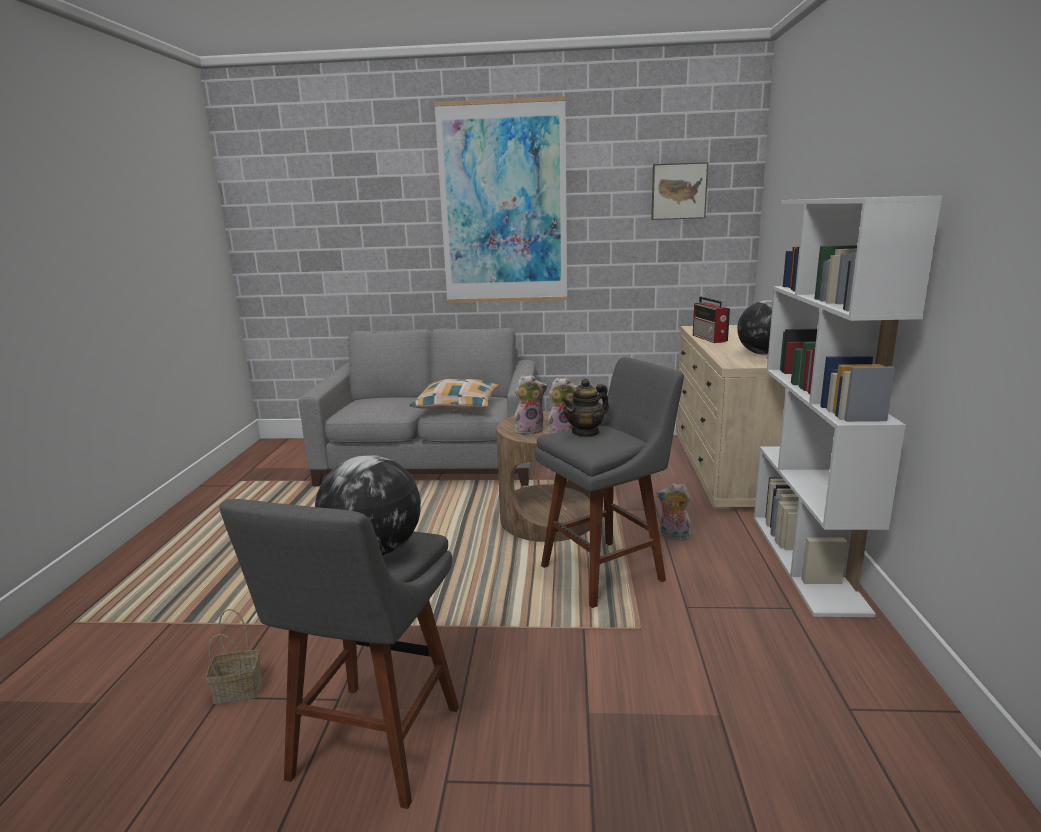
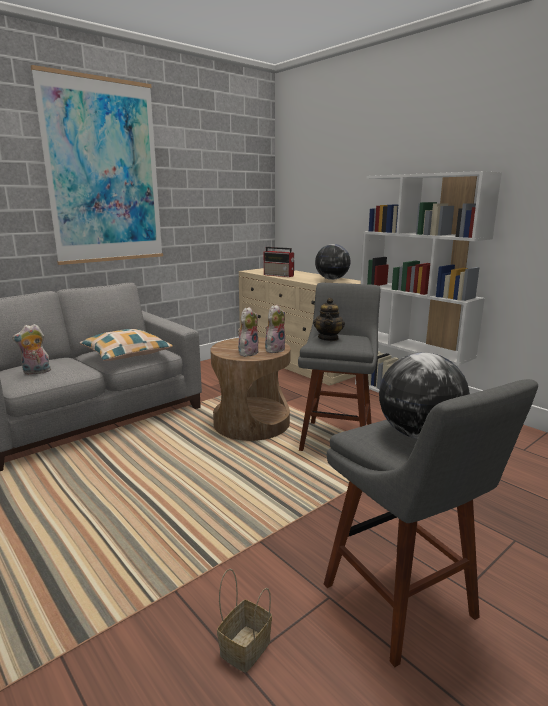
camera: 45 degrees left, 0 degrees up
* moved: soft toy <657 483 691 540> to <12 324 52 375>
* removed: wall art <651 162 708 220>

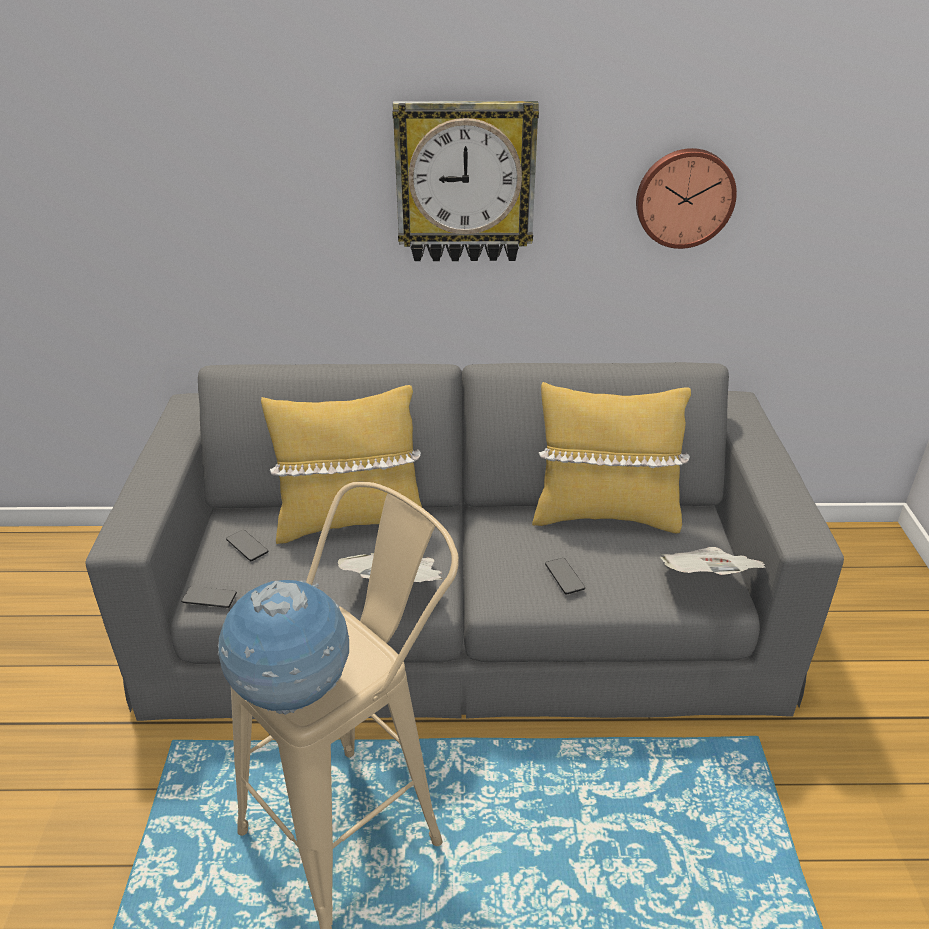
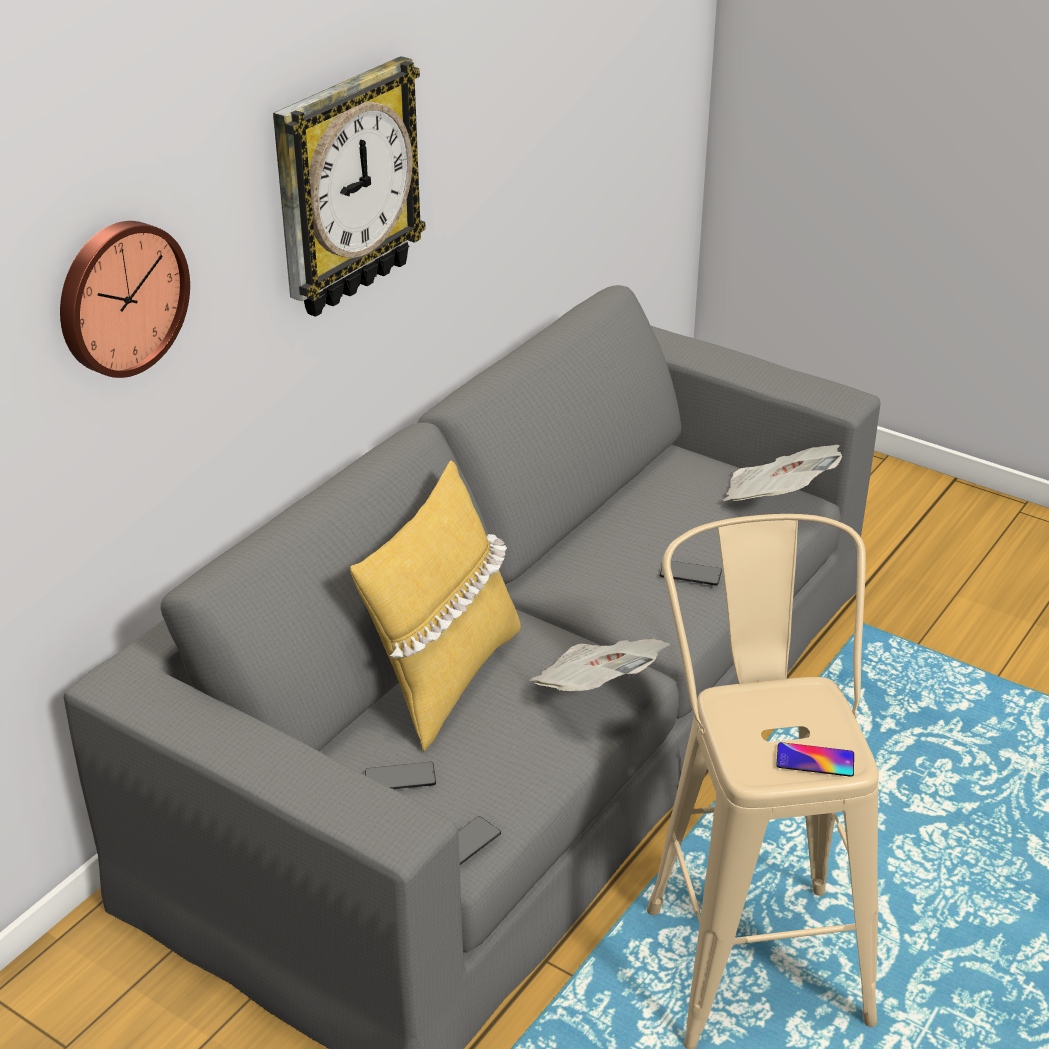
camera: 55 degrees left, 0 degrees up
* moved: clock on the wall <636 148 737 249> to <60 221 190 378>
* replaced: globe <218 580 349 715> to telephone <776 742 854 777>
* removed: throw pillow/yellowish <532 382 691 533>

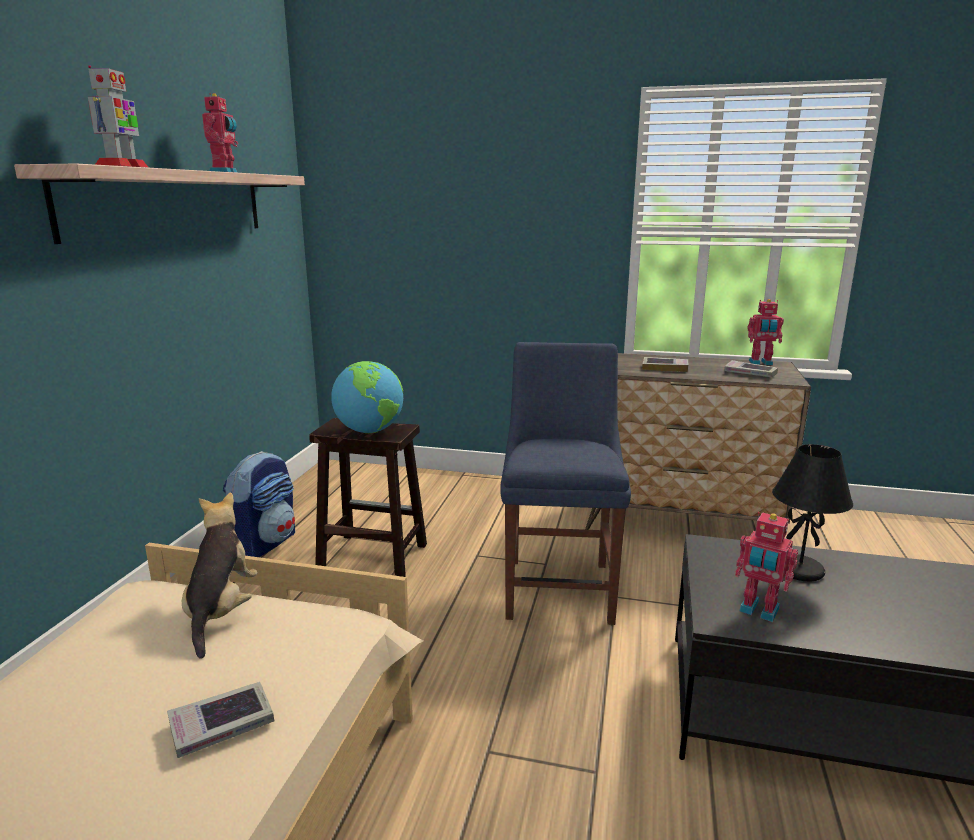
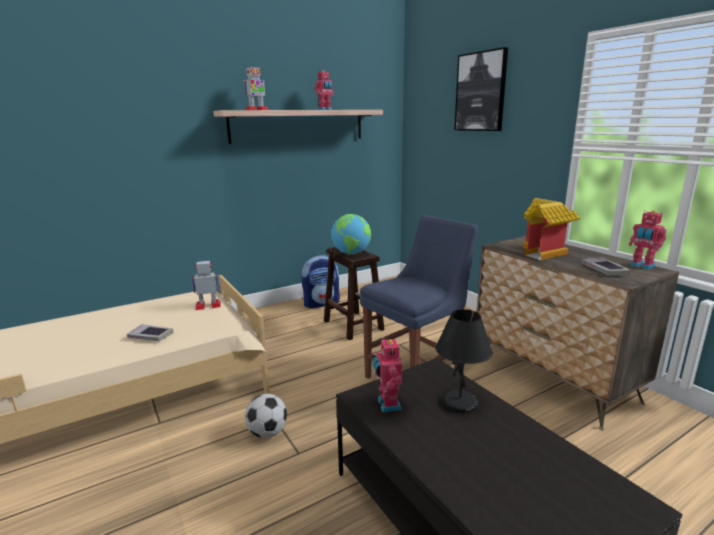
camera: 45 degrees right, 0 degrees up
* replaced: soft toy <182 492 257 659> to model robot <191 261 221 310>
* added: football ball <245 394 287 438>
* added: wall art <454 47 508 131>
* replaced: bound book <642 357 688 372> to model house <523 198 580 260>

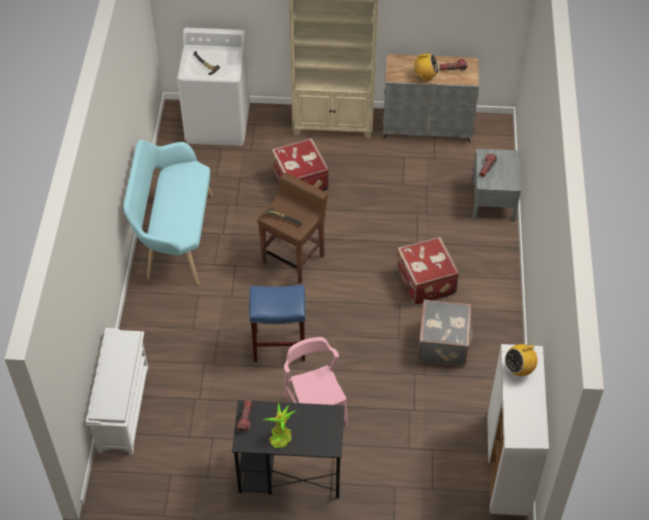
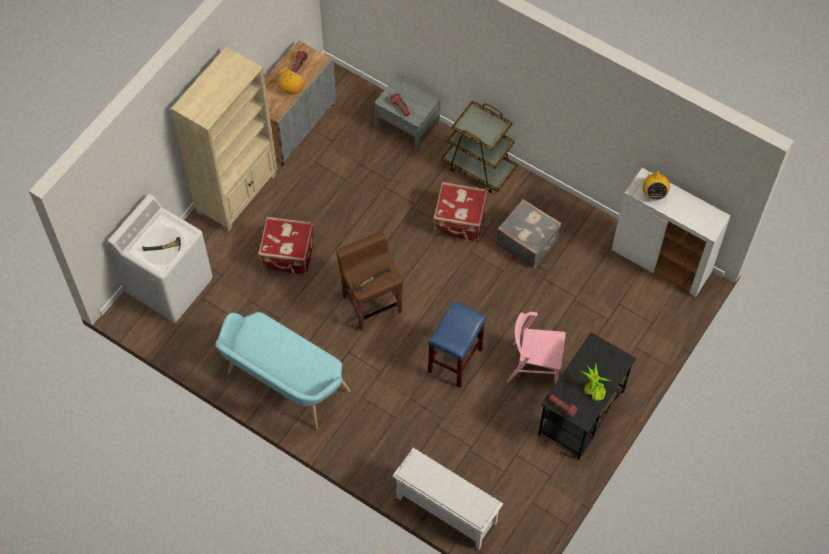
camera: 60 degrees left, 10 degrees up
* added: cart/brownish <441 100 518 193>

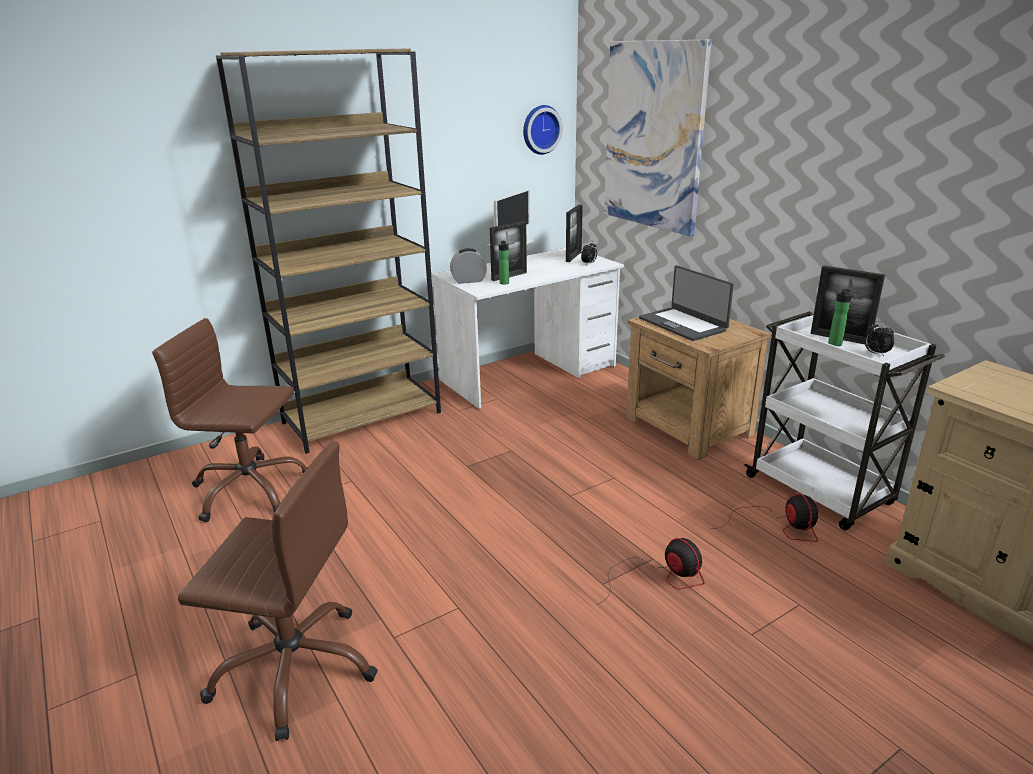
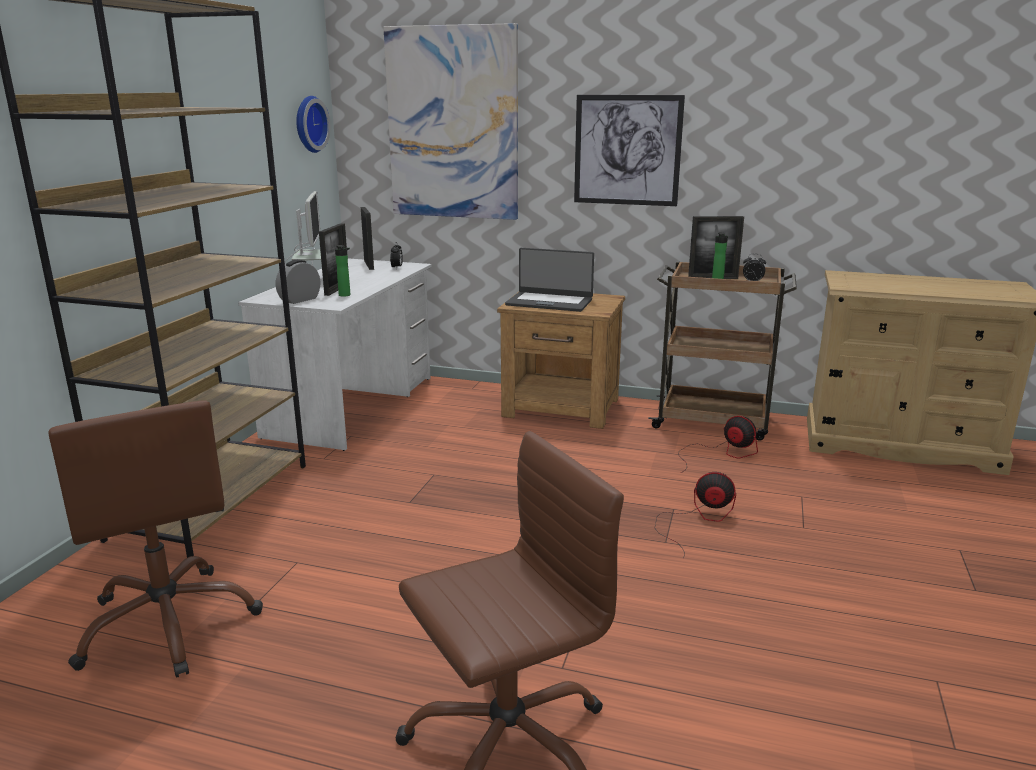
camera: 40 degrees left, 5 degrees down
* turned: desk chair/brownish <152 318 308 522> = <48 400 263 678> 90 degrees counterclockwise
* added: wall art <574 95 685 206>
* recoloured: cart/whitish <744 311 945 531> to cart/brownish <648 261 797 441>

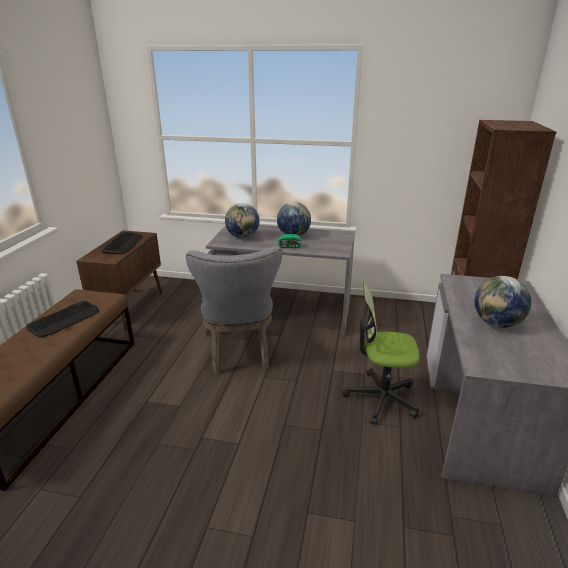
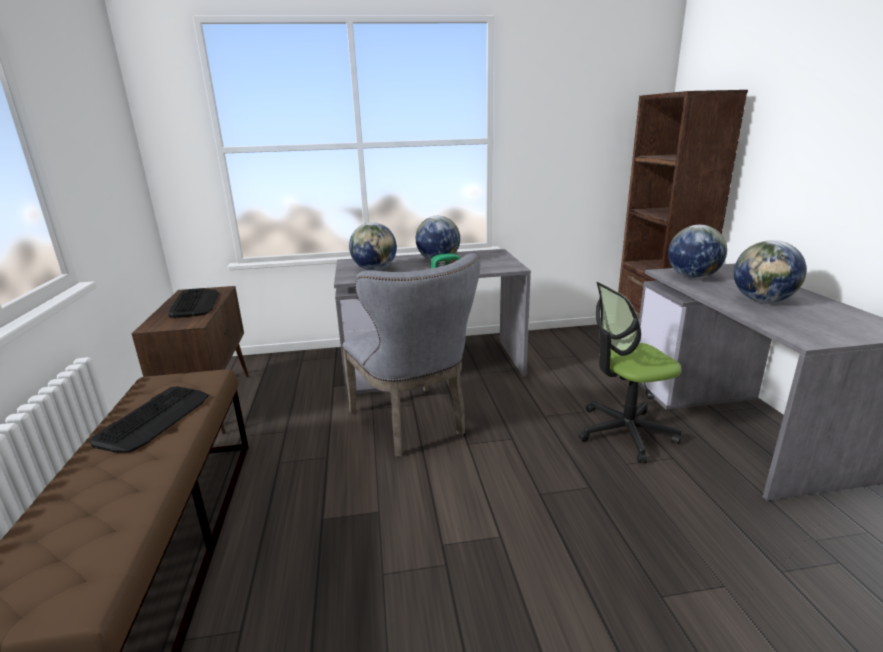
camera: 20 degrees left, 5 degrees down
* added: globe <668 225 727 279>

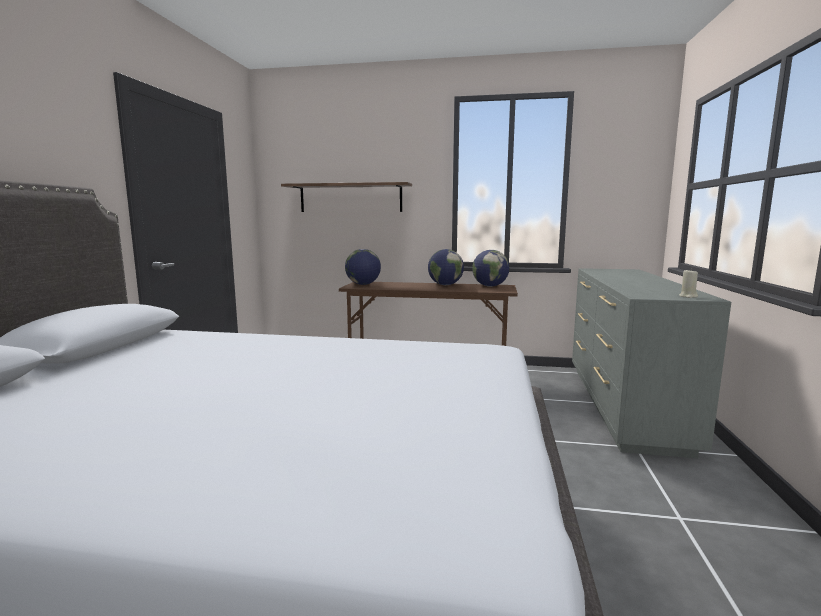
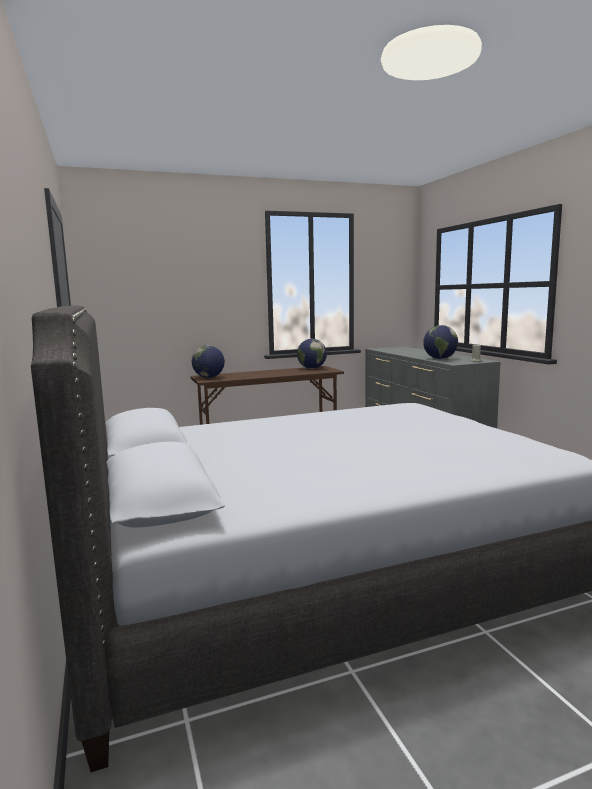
camera: 30 degrees left, 0 degrees up
* moved: globe <428 249 464 285> to <423 325 458 359>
* removed: shelf <281 182 412 212>

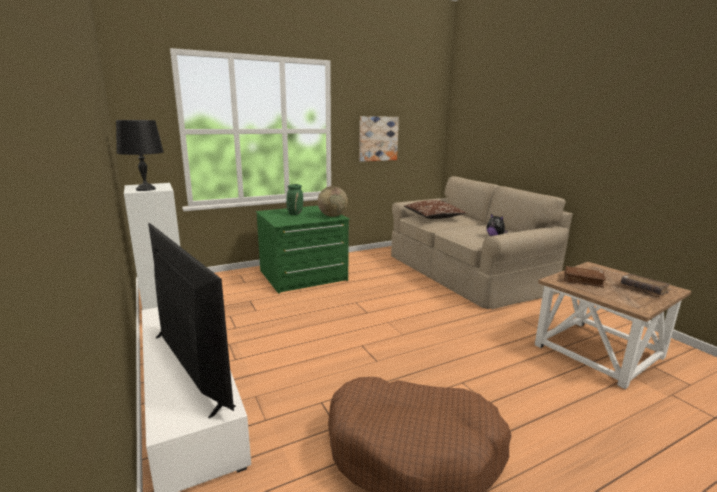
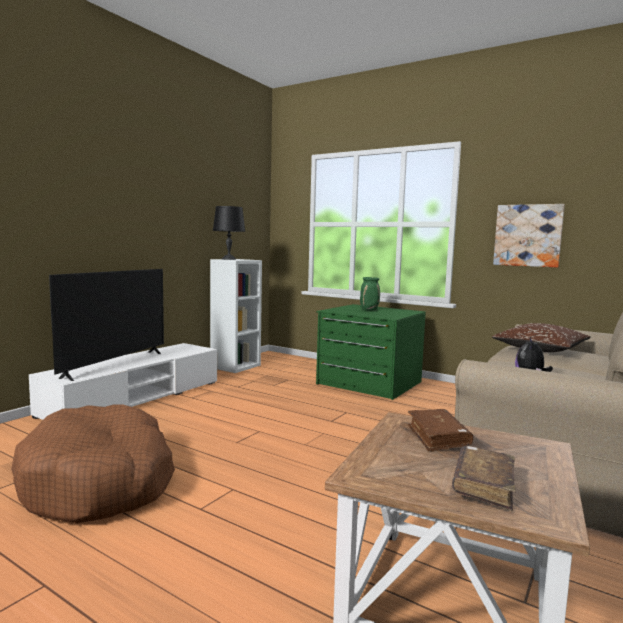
camera: 60 degrees right, 10 degrees down
* removed: globe <318 186 348 217>

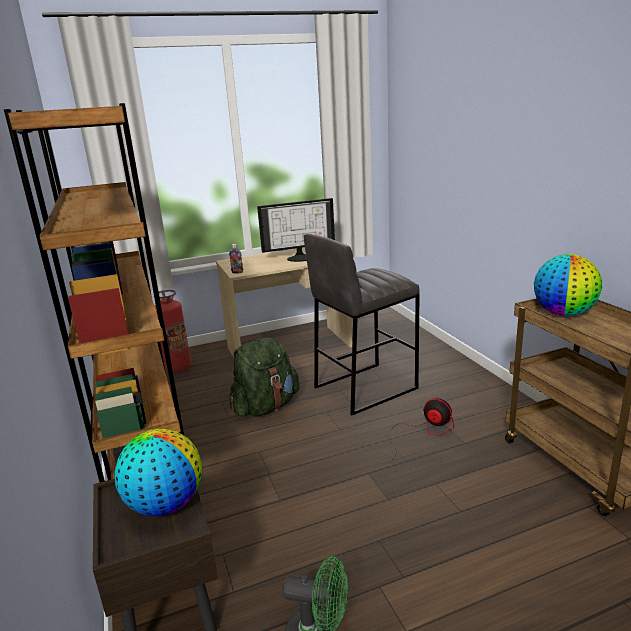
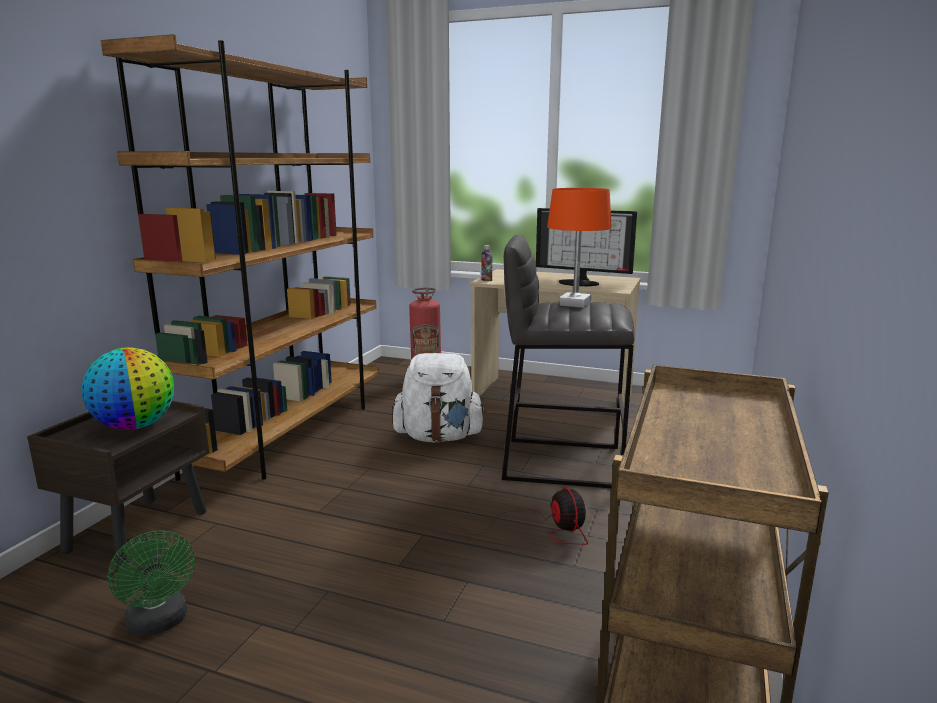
camera: 40 degrees right, 5 degrees down
* recoloured: knapsack/greenish <229 338 299 417> to knapsack/whitish <392 353 486 443>
* added: lamp for a table/orange-coloured <547 188 612 308>
* removed: globe <534 254 602 316>

